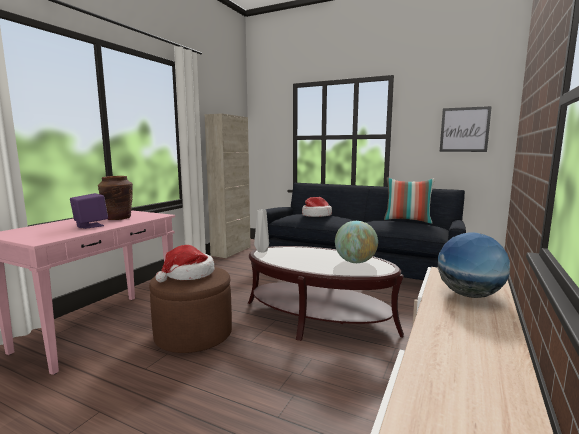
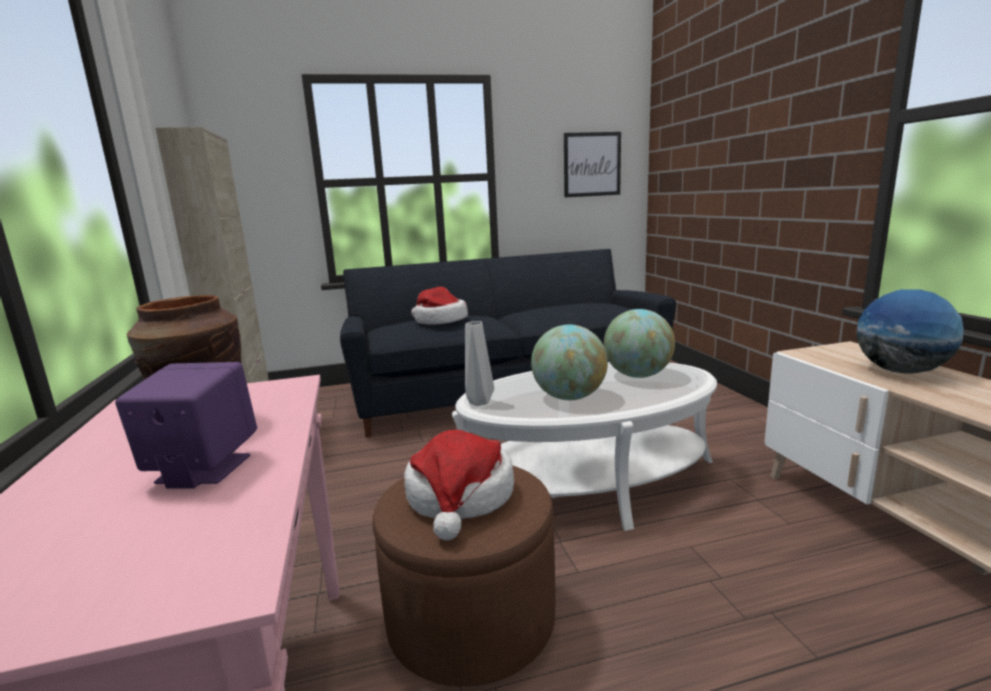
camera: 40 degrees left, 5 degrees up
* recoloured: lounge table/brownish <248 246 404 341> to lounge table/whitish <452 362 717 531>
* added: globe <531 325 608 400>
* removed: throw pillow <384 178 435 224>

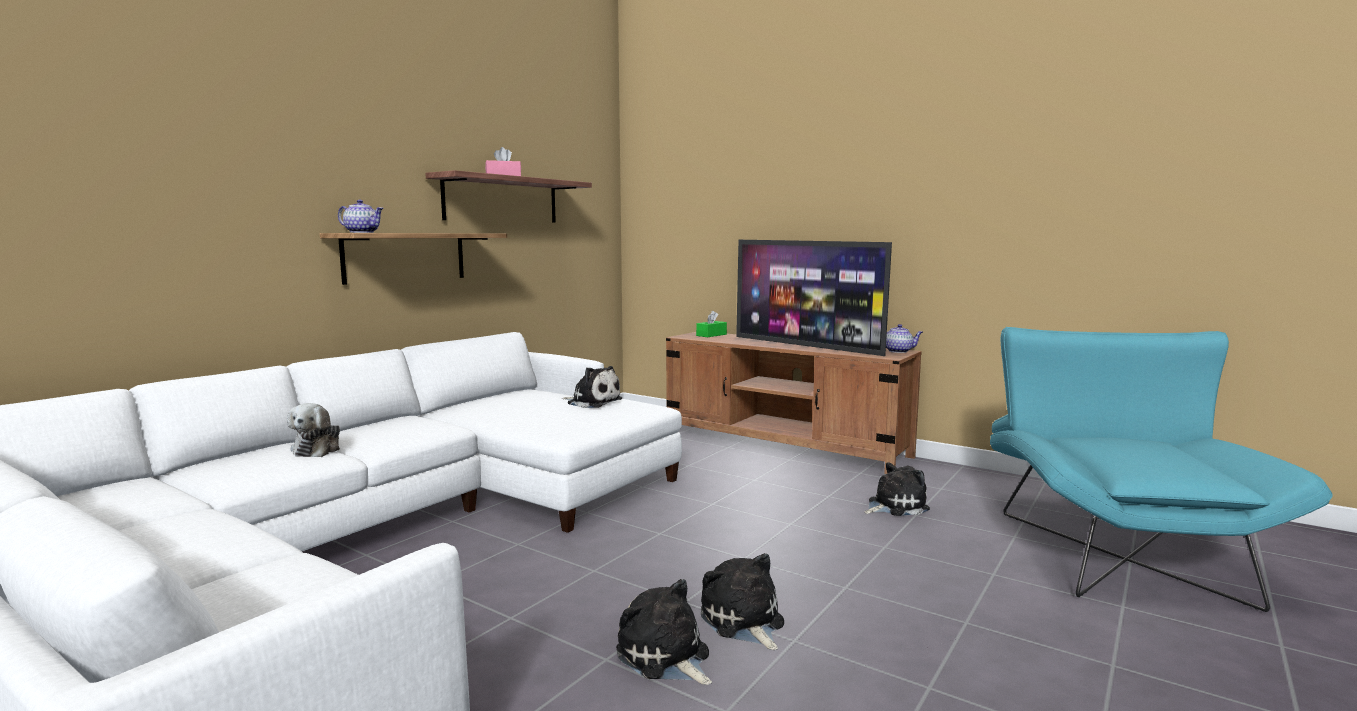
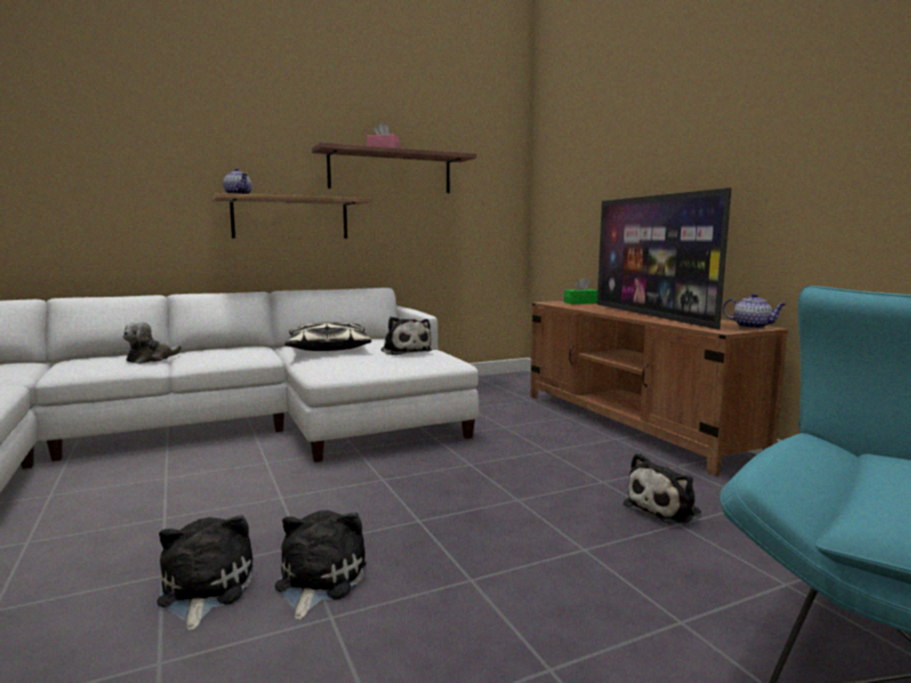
camera: 30 degrees right, 0 degrees up
* added: throw pillow <285 322 371 351>
* turned: soft toy <864 462 930 516> = <623 453 701 524> 135 degrees clockwise

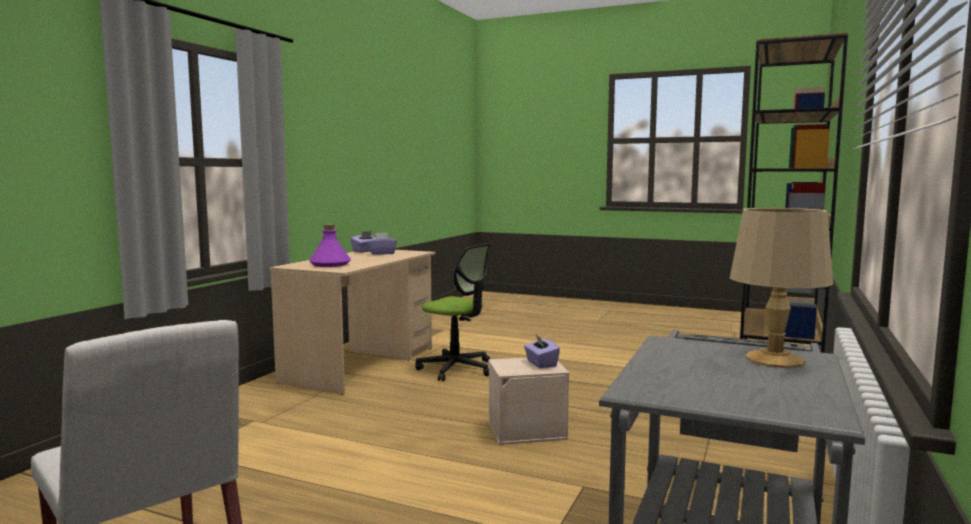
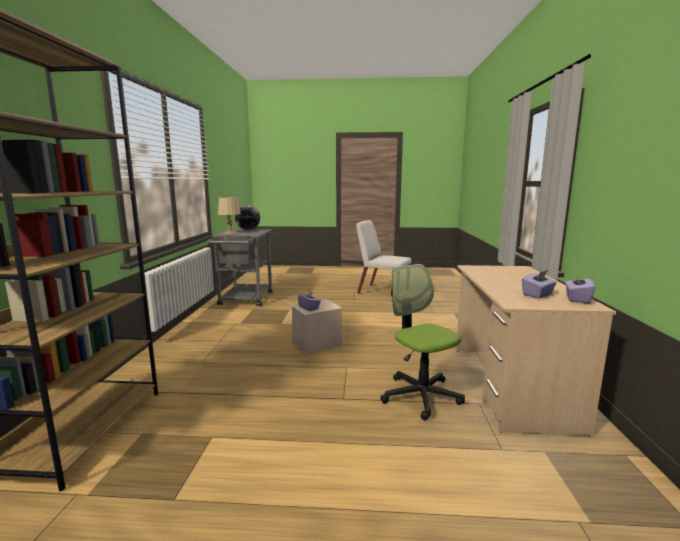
camera: 160 degrees right, 5 degrees up
* added: globe <235 205 260 230>
* turned: desk chair <415 244 490 381> = <380 264 465 420> 45 degrees clockwise
* removed: bottle/purple <309 224 351 267>

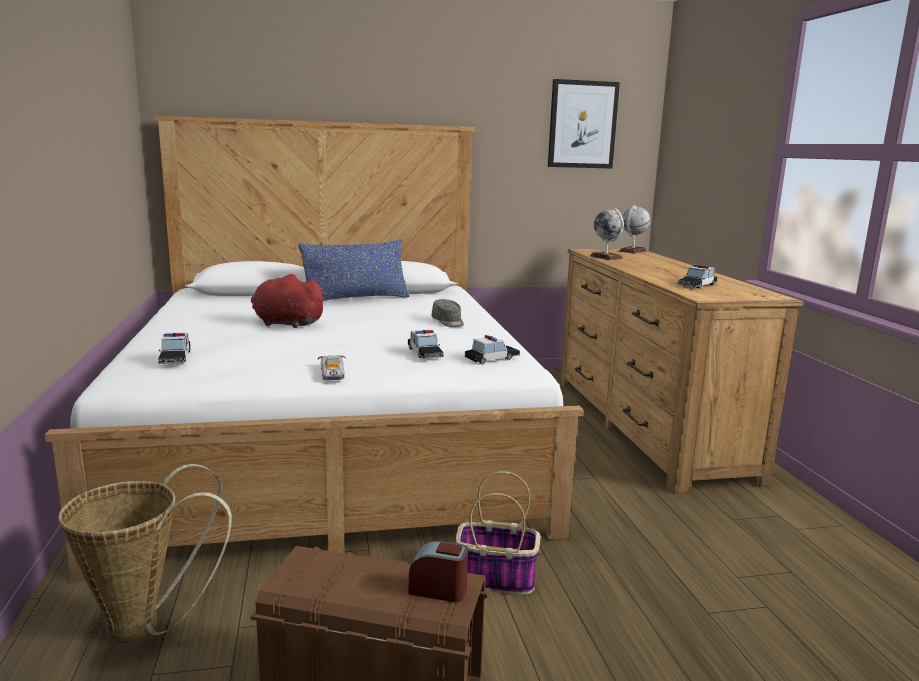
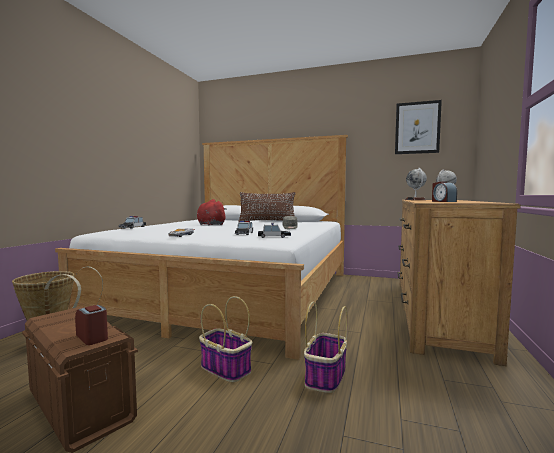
camera: 30 degrees right, 10 degrees down
* recoloured: throw pillow/blue <299 240 410 301> to throw pillow/brownish <238 192 296 222>
* added: household basket <304 302 348 393>
* replaced: toy car <677 265 717 288> to alarm clock <432 182 457 202>

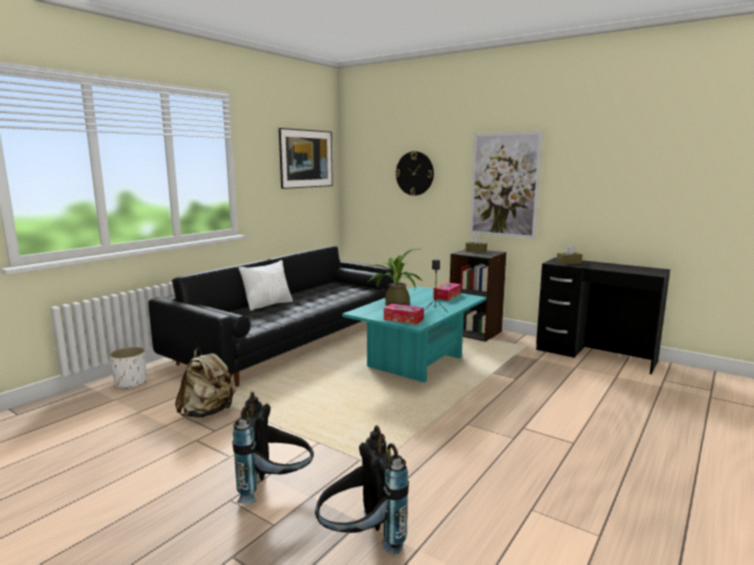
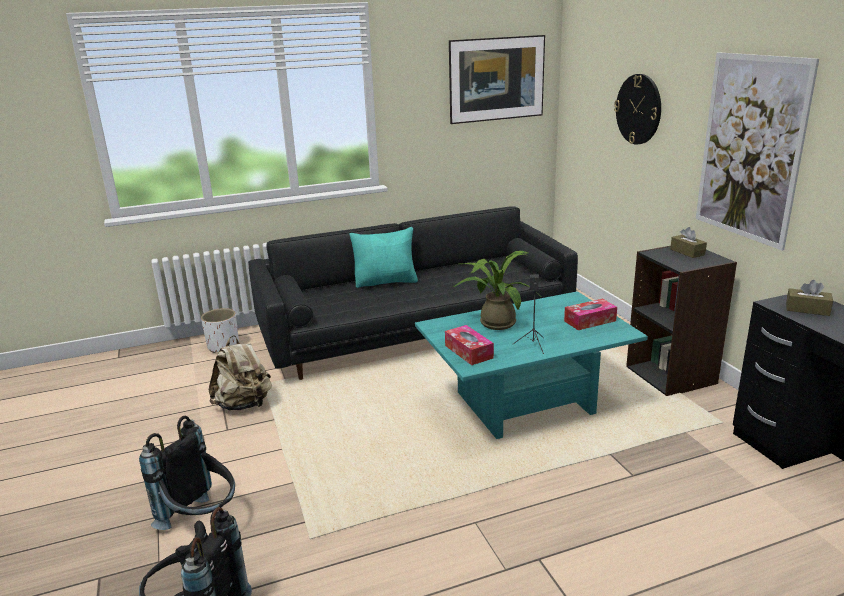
camera: 35 degrees right, 10 degrees up
* recoloured: throw pillow/whitish <239 260 293 310> to throw pillow/blue-green <350 227 418 288>

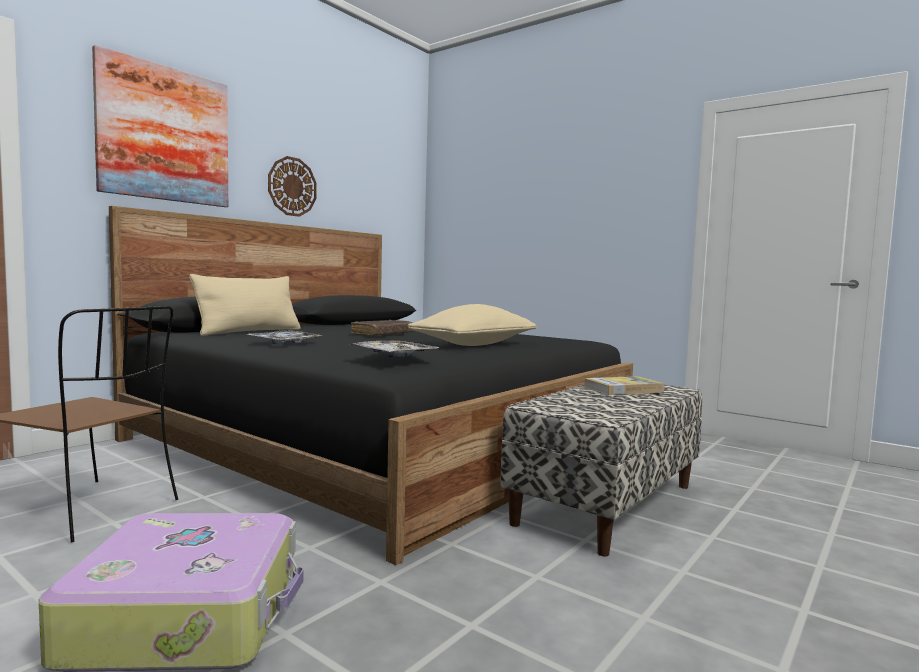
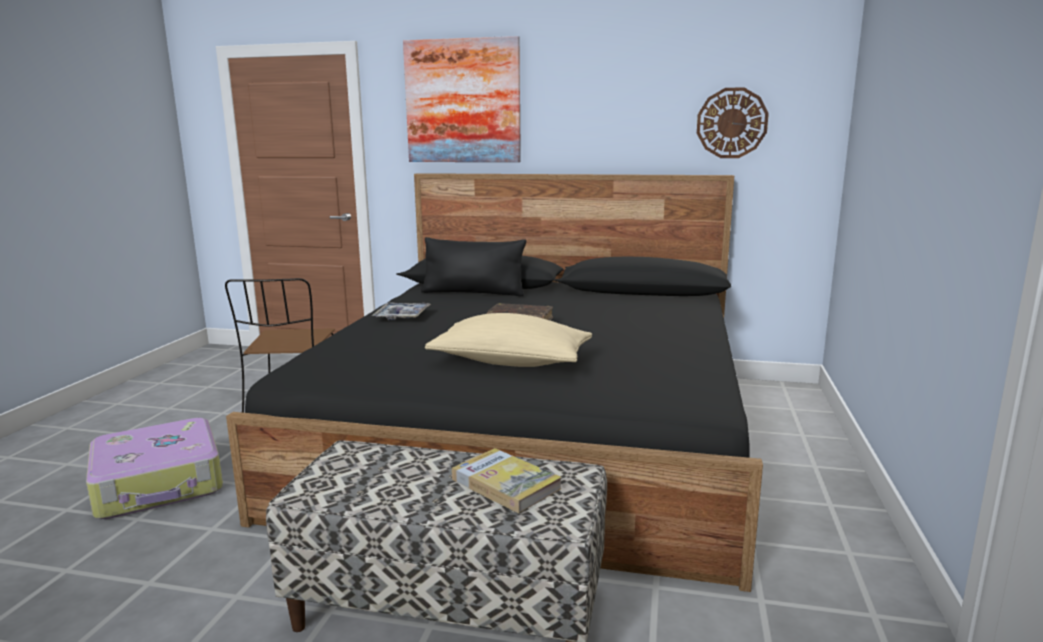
camera: 65 degrees right, 10 degrees up
* recoloured: throw pillow/beige-coloured <189 274 300 336> to throw pillow/black-coloured <421 237 526 296>
* moved: clock on the wall <268 156 317 217> to <697 87 769 158>
* removed: tray <351 341 440 358>

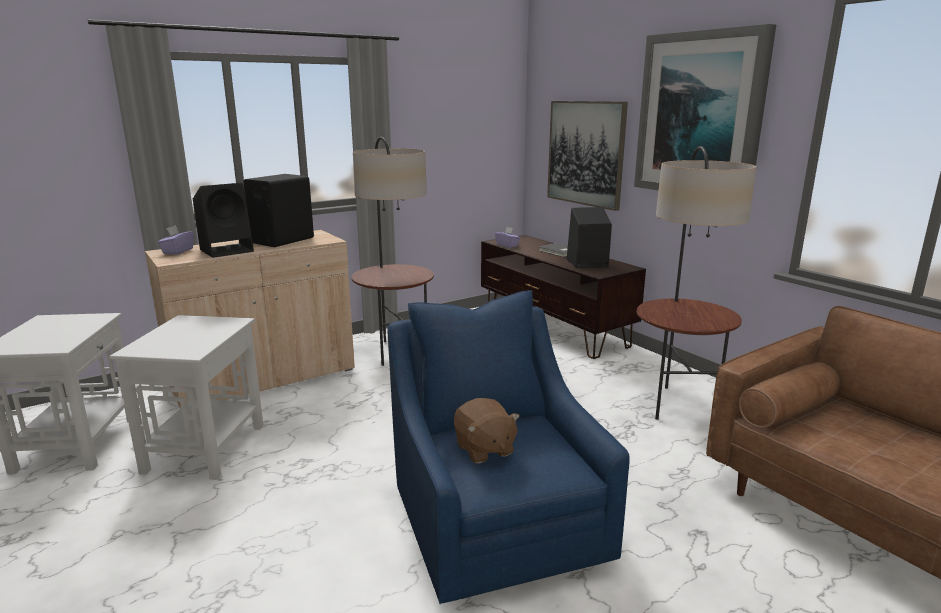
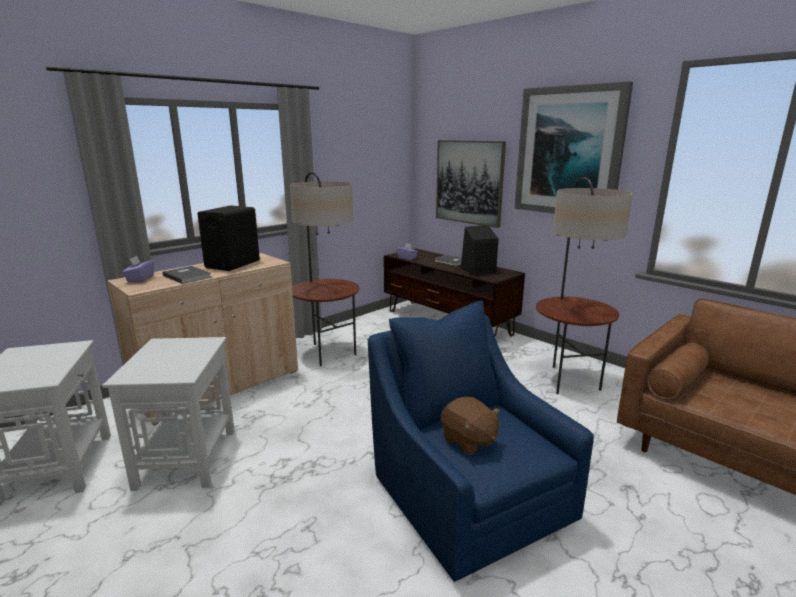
camera: 10 degrees left, 0 degrees up
* replaced: loudspeaker/black-coloured <193 183 254 258> to bound book/gray <162 266 211 284>

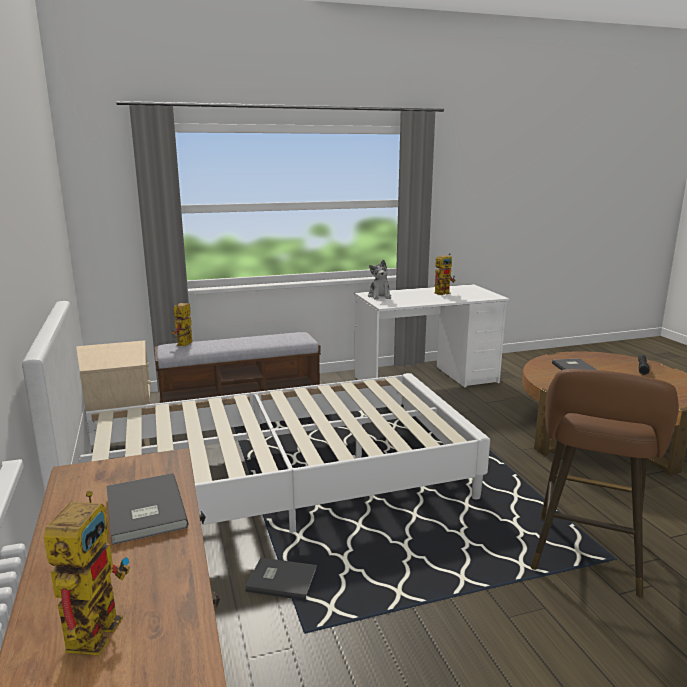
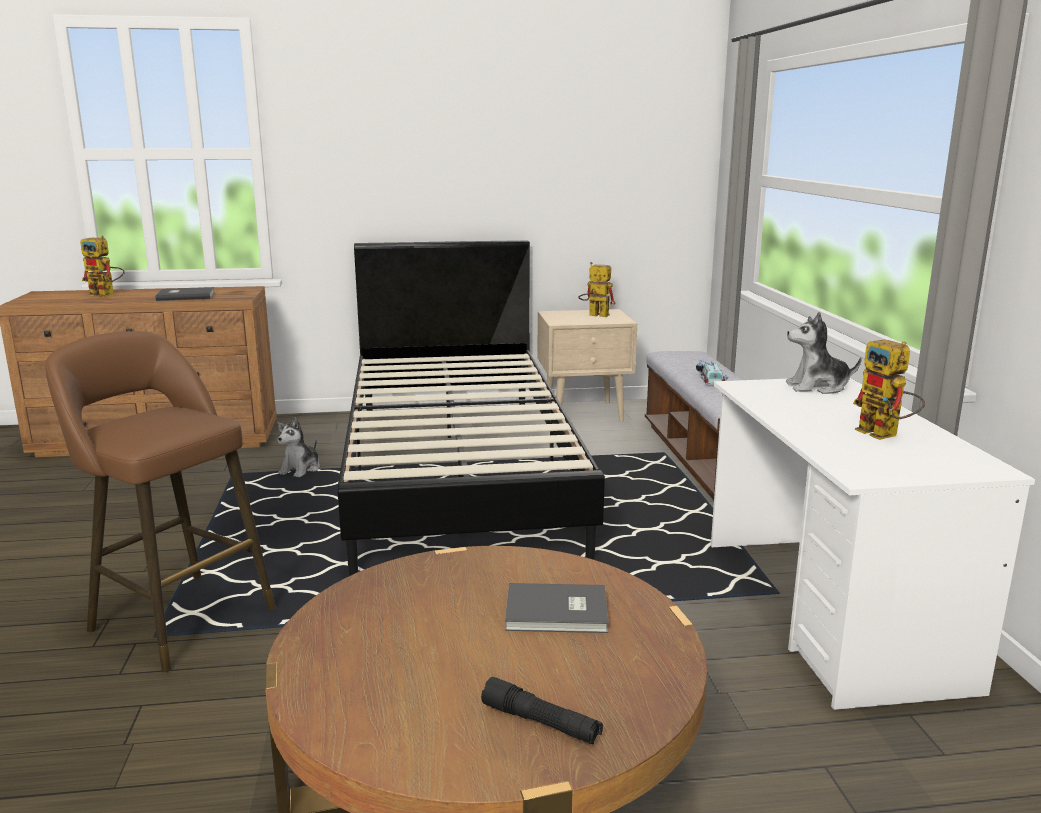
camera: 100 degrees right, 0 degrees up
* replaced: bound book/gray <245 558 317 599> to soft toy <278 417 320 477>
* recoloured: bedroom bed/whitish <22 301 490 533> to bedroom bed/black-coloured <338 240 605 575>
* moved: model robot <171 303 193 346> to <578 262 616 317>
* added: toy car <696 360 728 385>

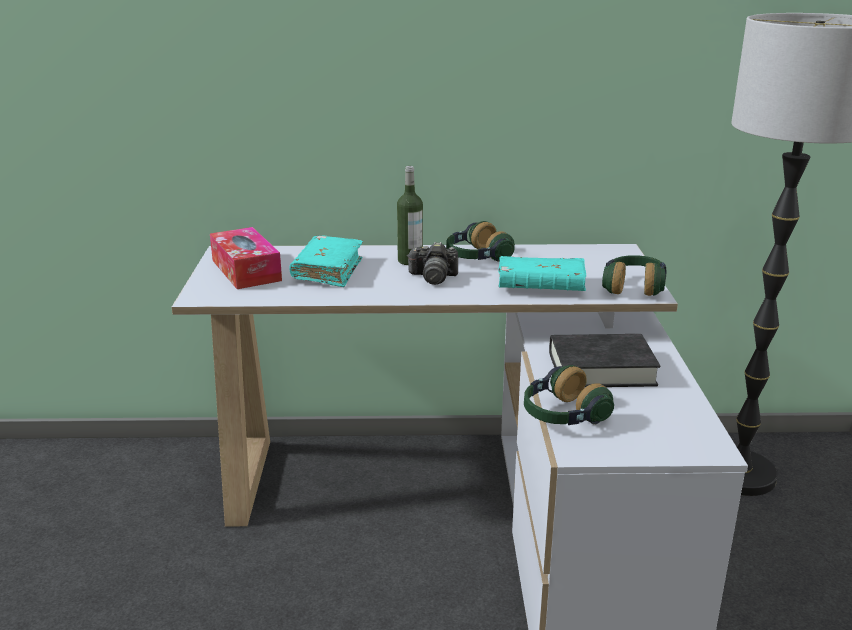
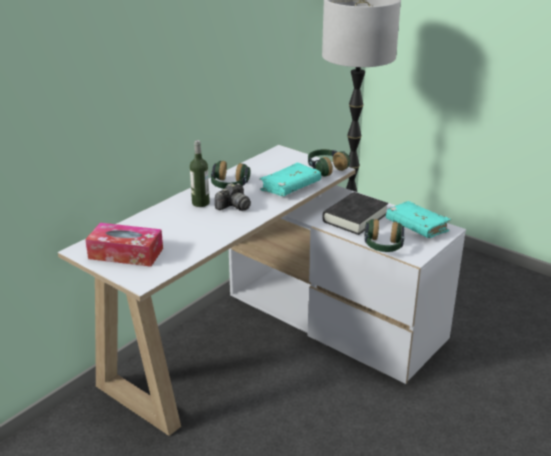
camera: 50 degrees left, 5 degrees up
* moved: bound book/blue-green <289 235 363 287> to <386 201 451 238>

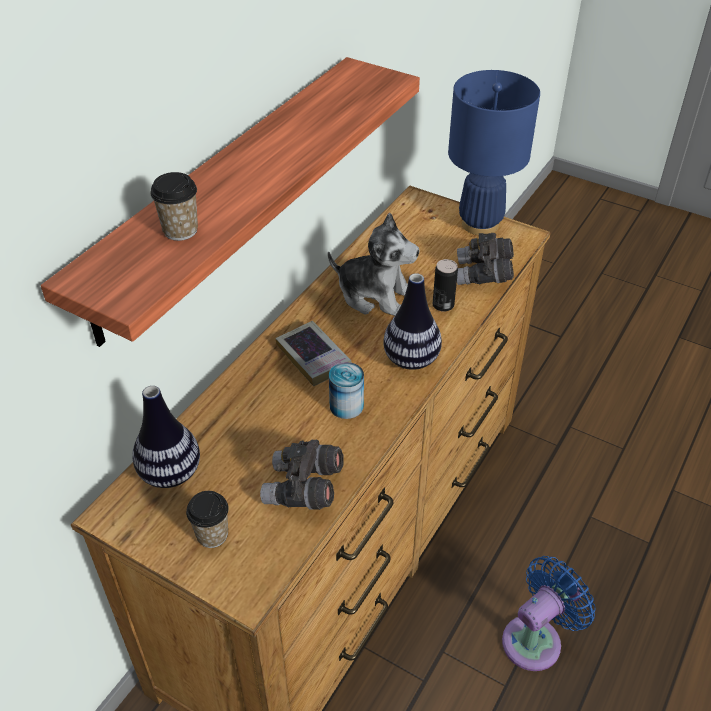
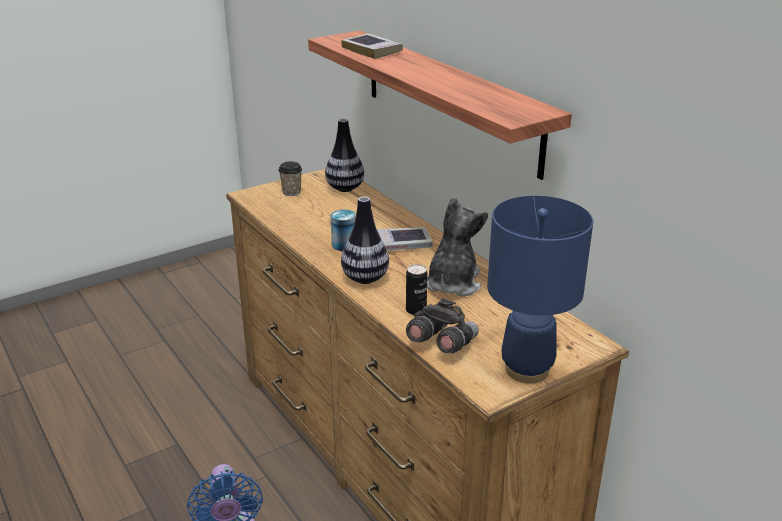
camera: 115 degrees right, 15 degrees down
* replaced: drinking cup <150 172 198 241> to bound book <341 33 403 59>
* turned: soft toy <328 213 419 316> = <427 197 488 297> 150 degrees clockwise
* removed: field glasses/gray <260 440 344 510>

